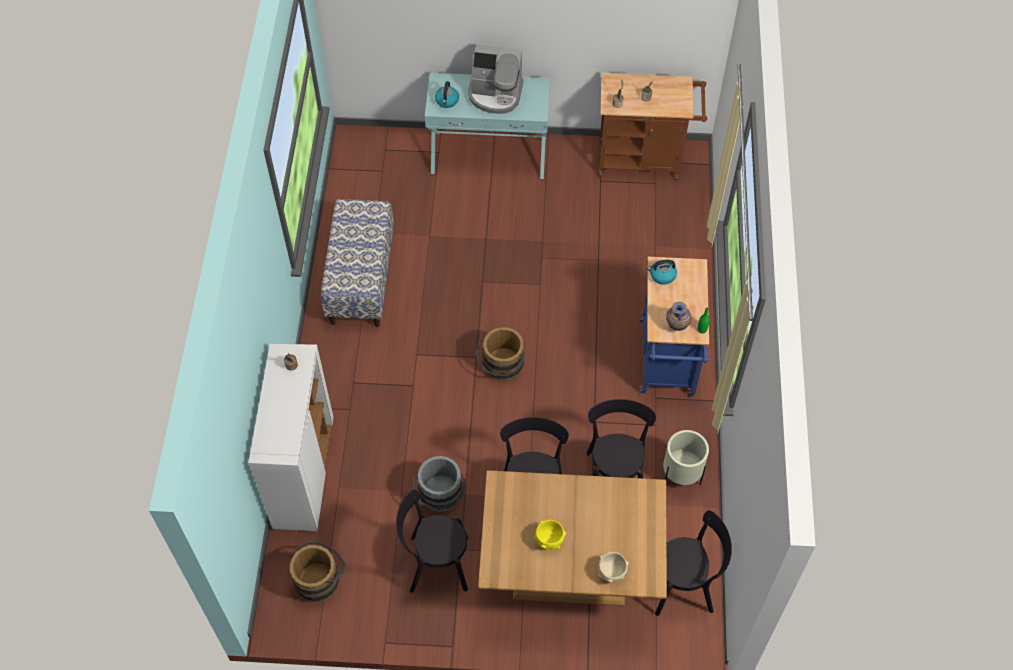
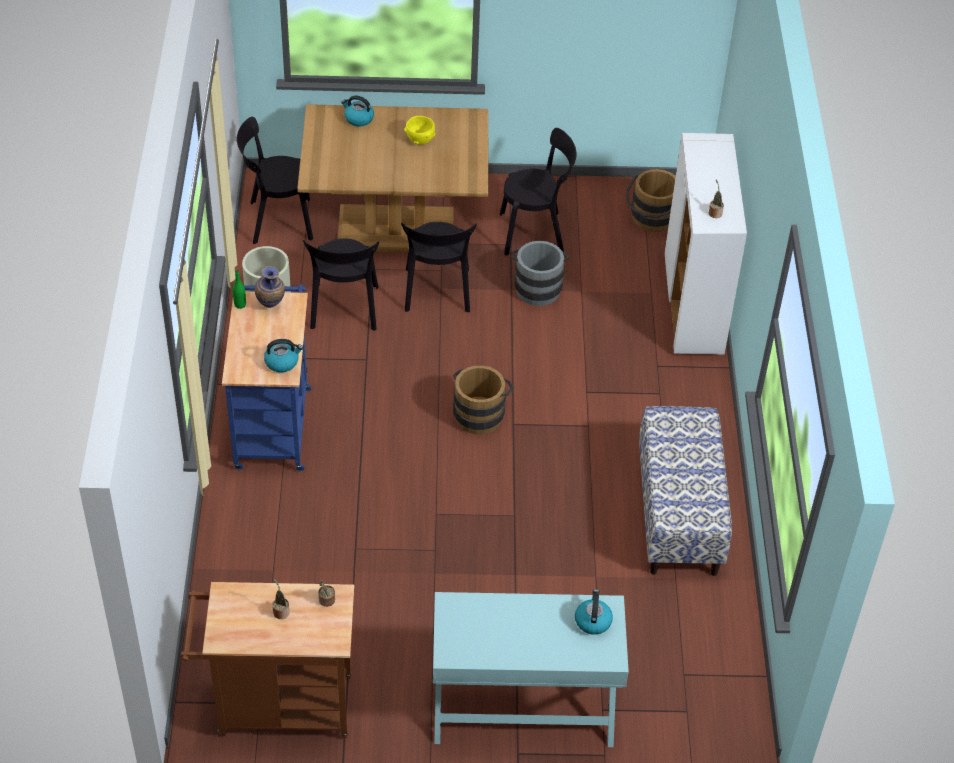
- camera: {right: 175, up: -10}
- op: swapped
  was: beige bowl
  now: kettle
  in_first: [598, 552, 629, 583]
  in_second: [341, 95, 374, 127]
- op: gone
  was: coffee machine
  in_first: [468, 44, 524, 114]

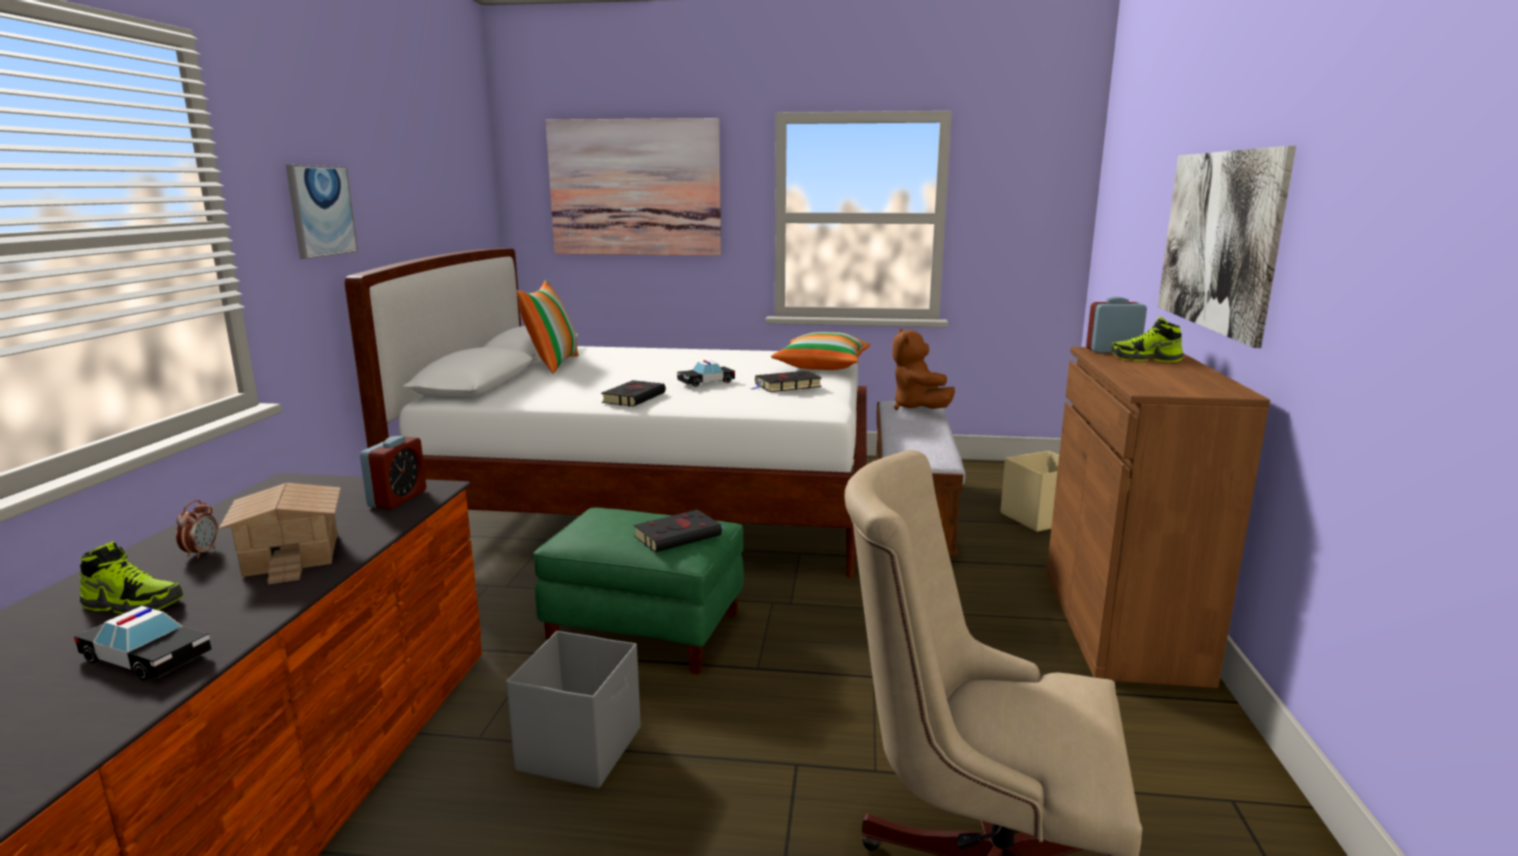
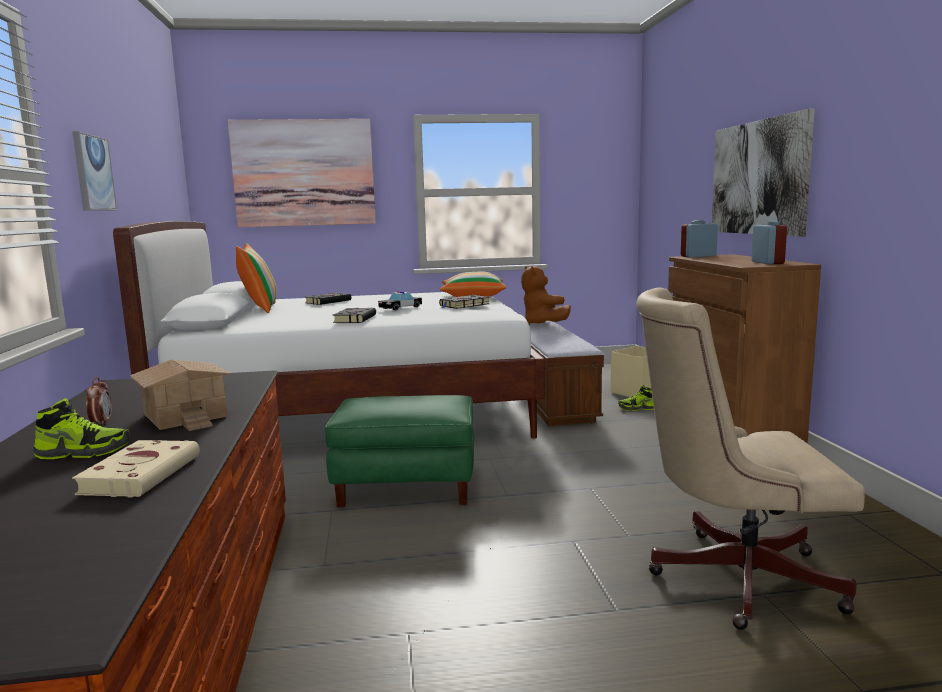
- camera: {right: -15, up: -5}
- op: swapped
  was: toy car
  now: beige book
  in_first: [74, 606, 212, 680]
  in_second: [72, 440, 200, 498]
- op: shifted
  was: black book
  in_first: [634, 510, 726, 552]
  in_second: [305, 293, 351, 305]
- op: shifted
  was: shoe
  in_first: [1110, 317, 1183, 362]
  in_second: [618, 385, 654, 411]
- op: shifted
  was: alarm clock
  in_first: [360, 436, 426, 509]
  in_second: [752, 221, 787, 265]
- op: gone
  was: grey storage box
  in_first: [506, 631, 641, 788]

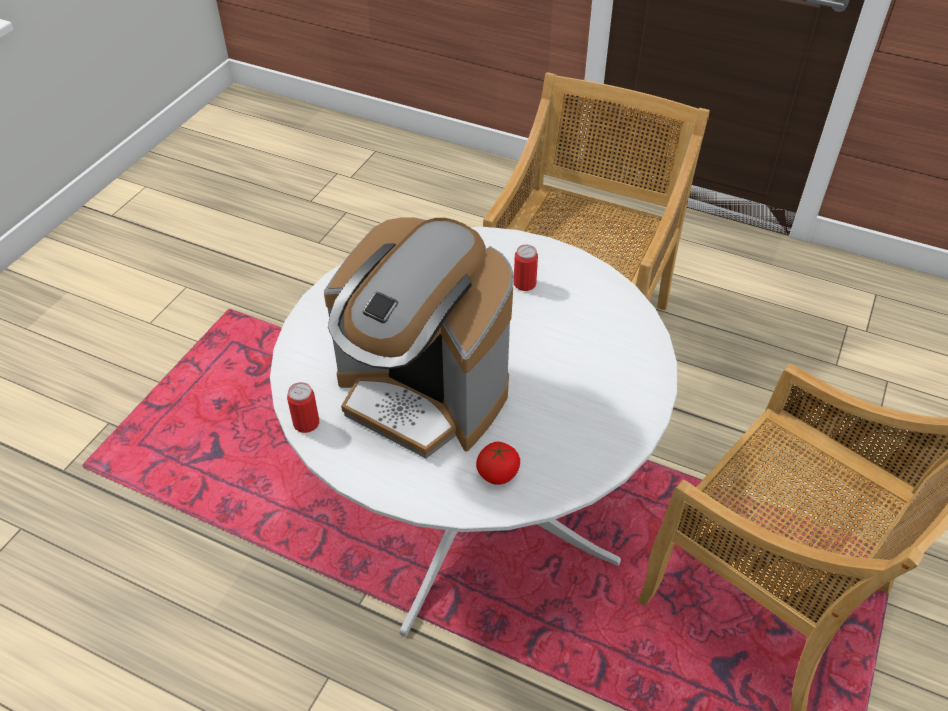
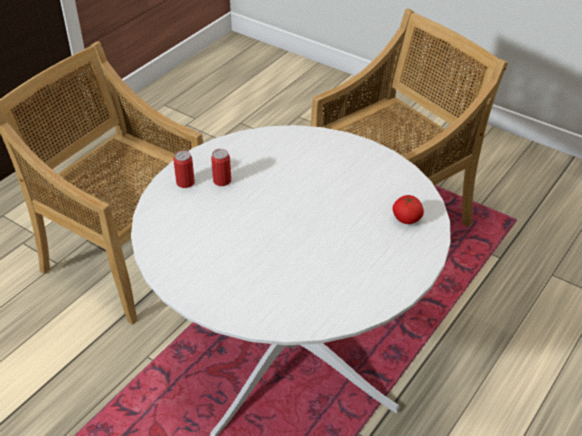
- camera: {right: -80, up: -5}
- op: shifted
  was: can
  in_first: [287, 382, 319, 433]
  in_second: [173, 150, 195, 188]
- op: gone
  was: coffee machine
  in_first: [324, 217, 514, 458]

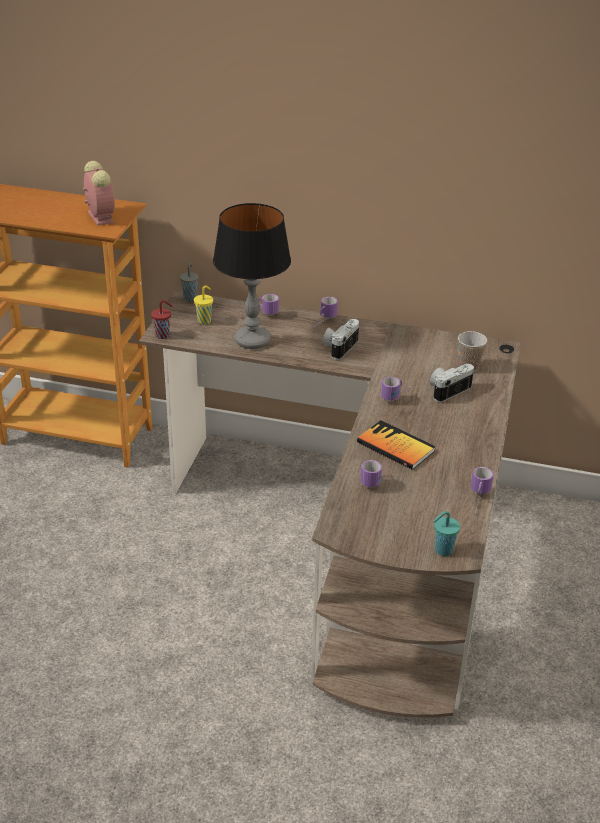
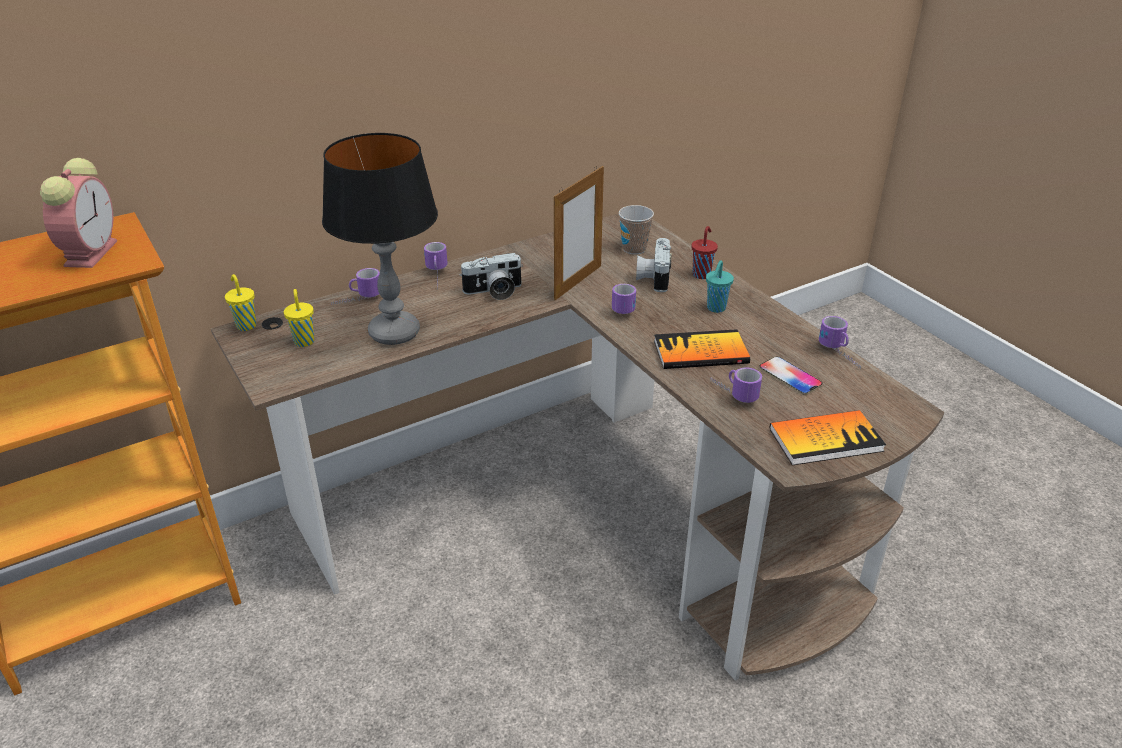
- camera: {right: -45, up: 0}
- op: rotated
  was: alarm clock
  in_first: [83, 161, 115, 226]
  in_second: [40, 158, 117, 268]
  clockwise: 75
- op: repainted
  was: grey cup
  now: yellow cup
  in_first: [180, 263, 199, 301]
  in_second: [225, 274, 256, 331]
- op: rotated
  was: photo camera
  in_first: [322, 319, 359, 360]
  in_second: [459, 253, 523, 300]
  clockwise: -90
- op: new
  now: picture frame
  in_second: [554, 166, 604, 300]
- op: shifted
  was: red cup
  in_first: [151, 300, 173, 339]
  in_second: [691, 226, 718, 279]
- op: shifted
  was: turquoise cup
  in_first: [433, 511, 460, 556]
  in_second: [706, 260, 734, 313]
- op: new
  now: phone
  in_second: [759, 357, 823, 395]
- op: new
  now: book
  in_second: [770, 410, 886, 465]

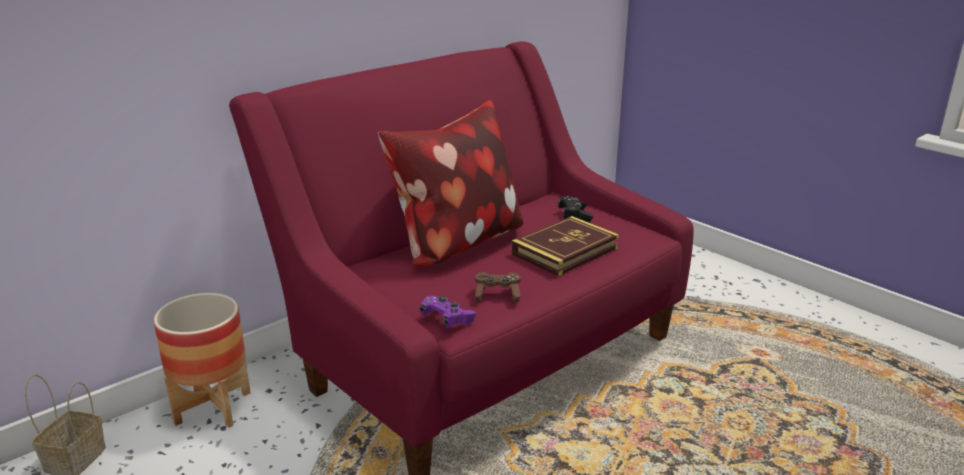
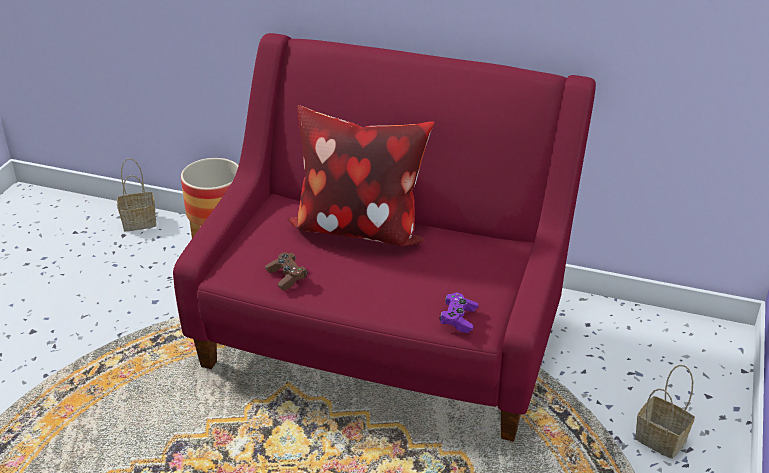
- camera: {right: 60, up: 10}
- op: shifted
  was: purple game controller
  in_first: [420, 296, 476, 328]
  in_second: [439, 293, 478, 333]
- op: new
  now: basket
  in_second: [635, 365, 695, 459]
- op: gone
  was: book
  in_first: [511, 216, 619, 276]
- op: gone
  was: black game controller
  in_first: [558, 196, 593, 223]

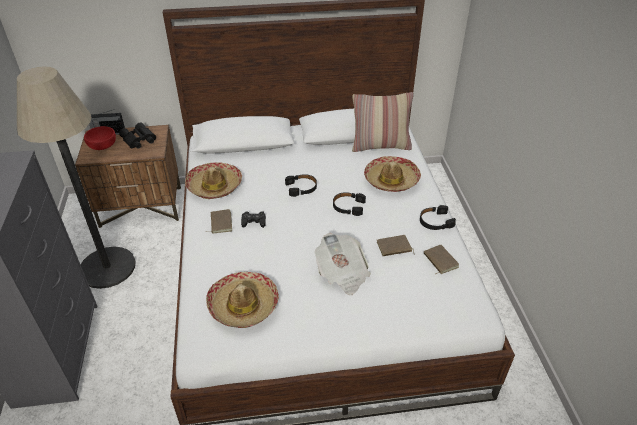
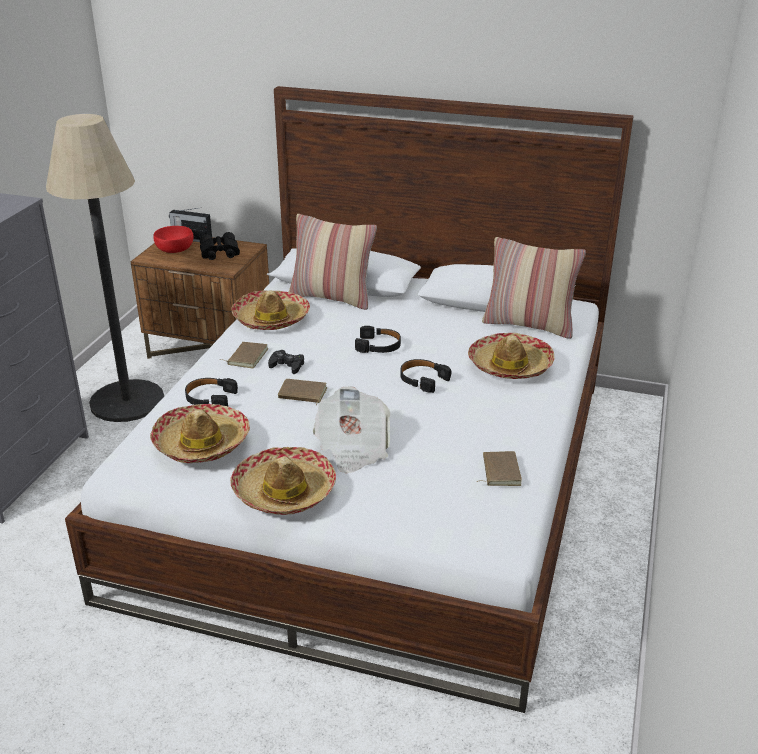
- camera: {right: 25, up: -10}
- op: shifted
  was: black headphones
  in_first: [420, 205, 456, 230]
  in_second: [185, 378, 238, 406]
- op: new
  now: hat
  in_second: [230, 447, 336, 515]
- op: shifted
  was: brown book
  in_first: [377, 235, 415, 256]
  in_second: [278, 379, 327, 405]
- op: new
  now: pillow
  in_second: [289, 214, 377, 310]

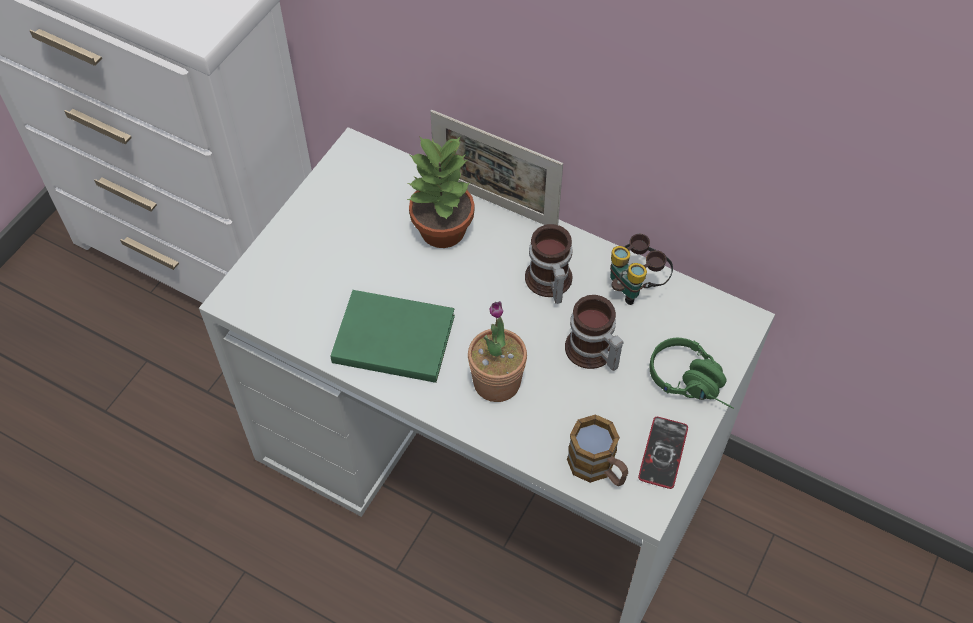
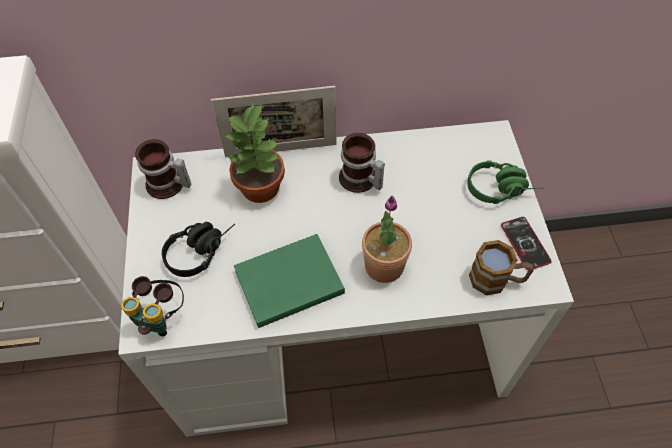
- camera: {right: -35, up: 0}
- op: shifted
  was: binoculars
  in_first: [610, 234, 673, 305]
  in_second: [121, 276, 184, 336]
- op: shifted
  was: mug
  in_first: [565, 295, 624, 371]
  in_second: [135, 139, 192, 199]
- op: new
  now: black headphones
  in_second: [162, 222, 235, 277]

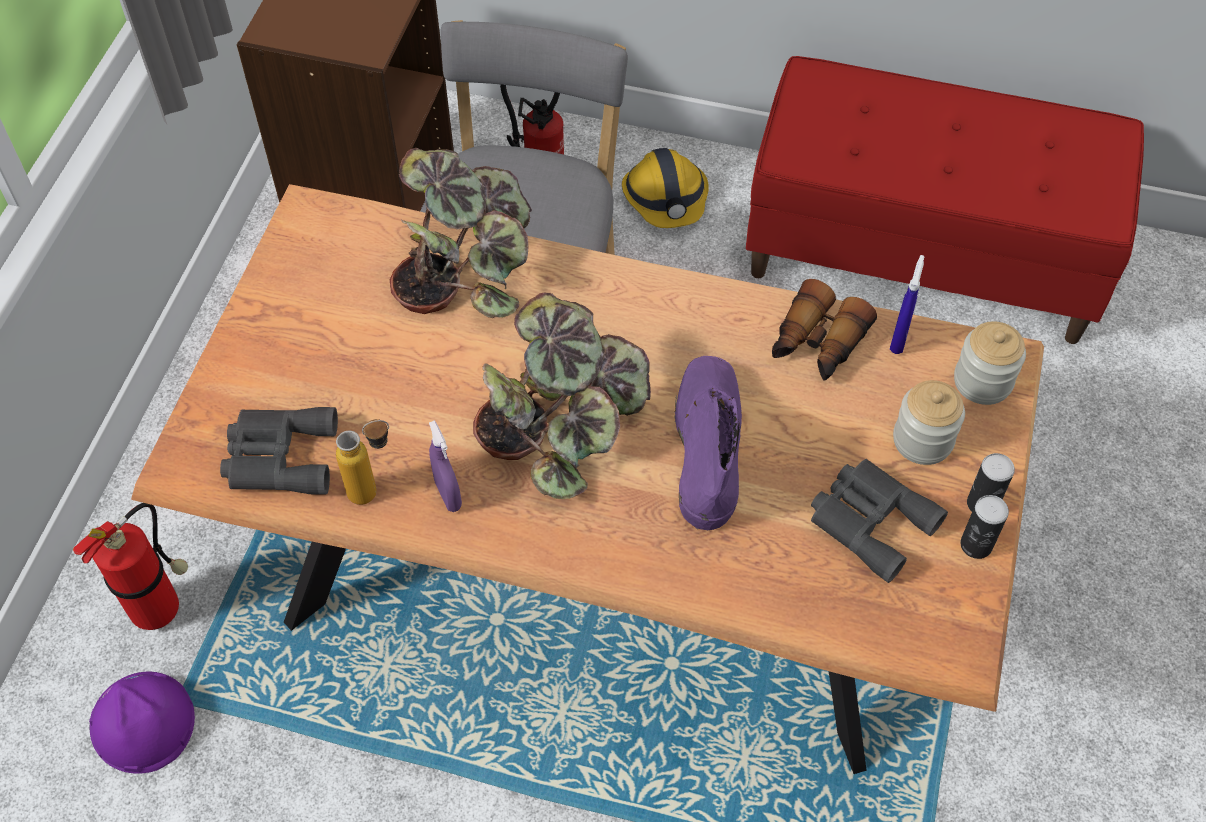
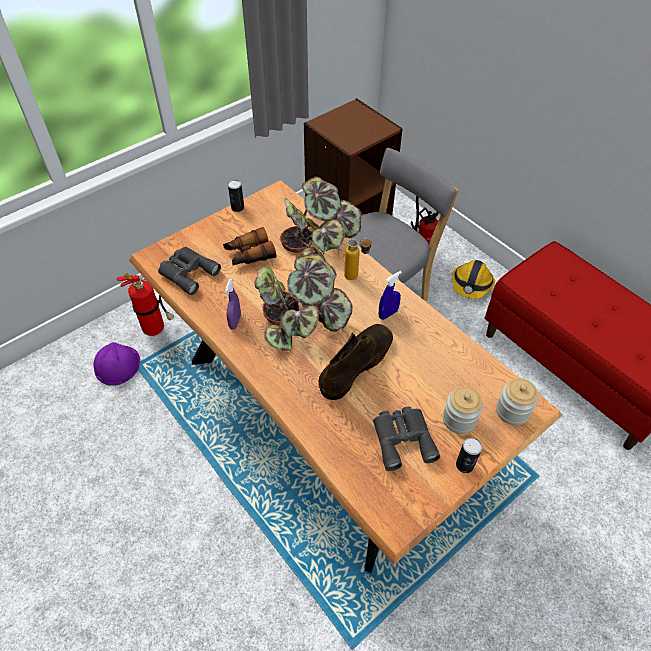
- camera: {right: 35, up: -5}
- op: shifted
  was: binoculars
  in_first: [772, 279, 877, 381]
  in_second: [223, 227, 276, 265]
- op: shifted
  was: can
  in_first: [960, 495, 1009, 559]
  in_second: [228, 180, 244, 212]
- op: repainted
  was: purple boot
  now: brown boot
  in_first: [674, 356, 742, 530]
  in_second: [319, 324, 393, 400]
- op: shifted
  was: bottle
  in_first: [336, 419, 389, 505]
  in_second: [344, 238, 372, 280]
- op: shifted
  was: blue spray bottle
  in_first: [890, 255, 925, 354]
  in_second: [379, 271, 402, 320]

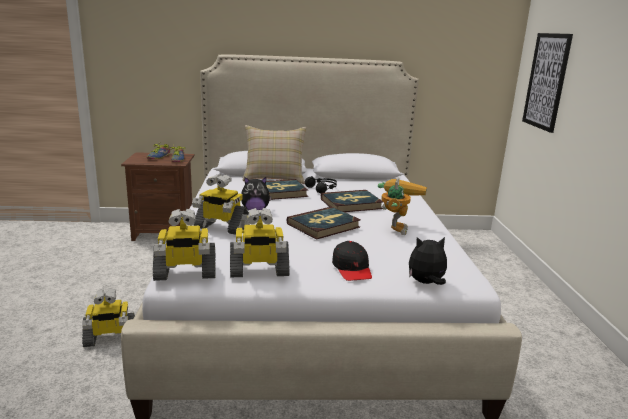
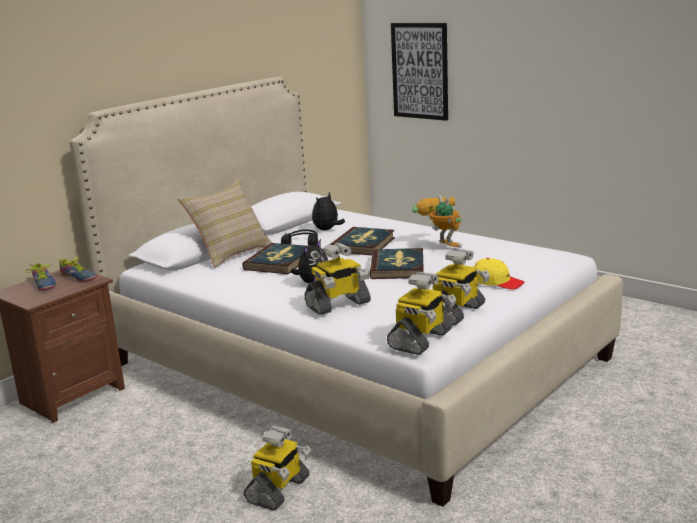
- camera: {right: -45, up: 0}
- op: shifted
  was: plush toy
  in_first: [409, 237, 447, 285]
  in_second: [312, 192, 345, 230]
- op: repainted
  was: black cap
  now: yellow cap
  in_first: [332, 241, 372, 281]
  in_second: [474, 258, 524, 290]

